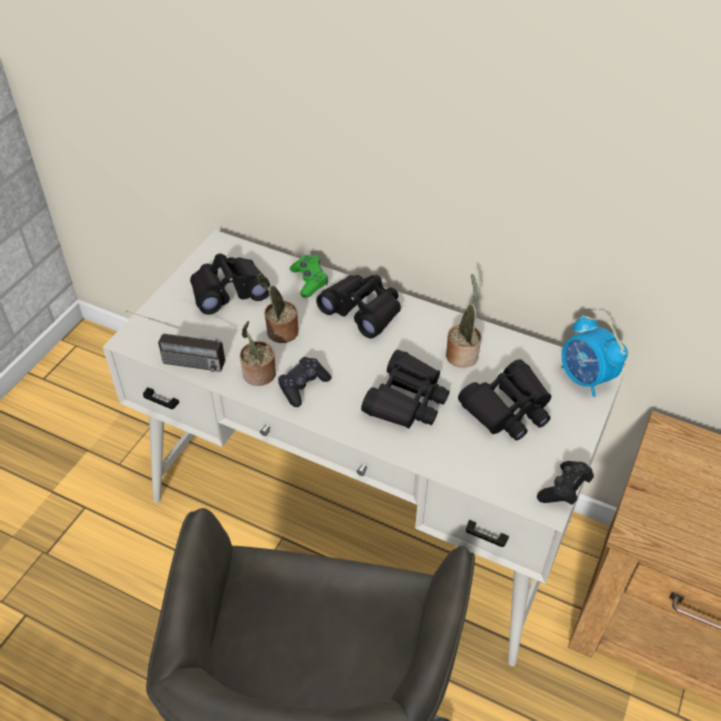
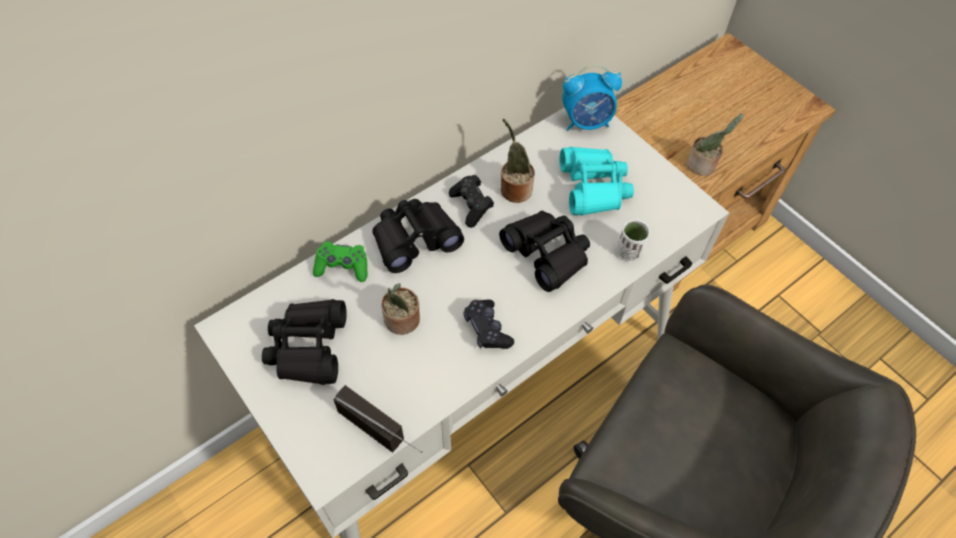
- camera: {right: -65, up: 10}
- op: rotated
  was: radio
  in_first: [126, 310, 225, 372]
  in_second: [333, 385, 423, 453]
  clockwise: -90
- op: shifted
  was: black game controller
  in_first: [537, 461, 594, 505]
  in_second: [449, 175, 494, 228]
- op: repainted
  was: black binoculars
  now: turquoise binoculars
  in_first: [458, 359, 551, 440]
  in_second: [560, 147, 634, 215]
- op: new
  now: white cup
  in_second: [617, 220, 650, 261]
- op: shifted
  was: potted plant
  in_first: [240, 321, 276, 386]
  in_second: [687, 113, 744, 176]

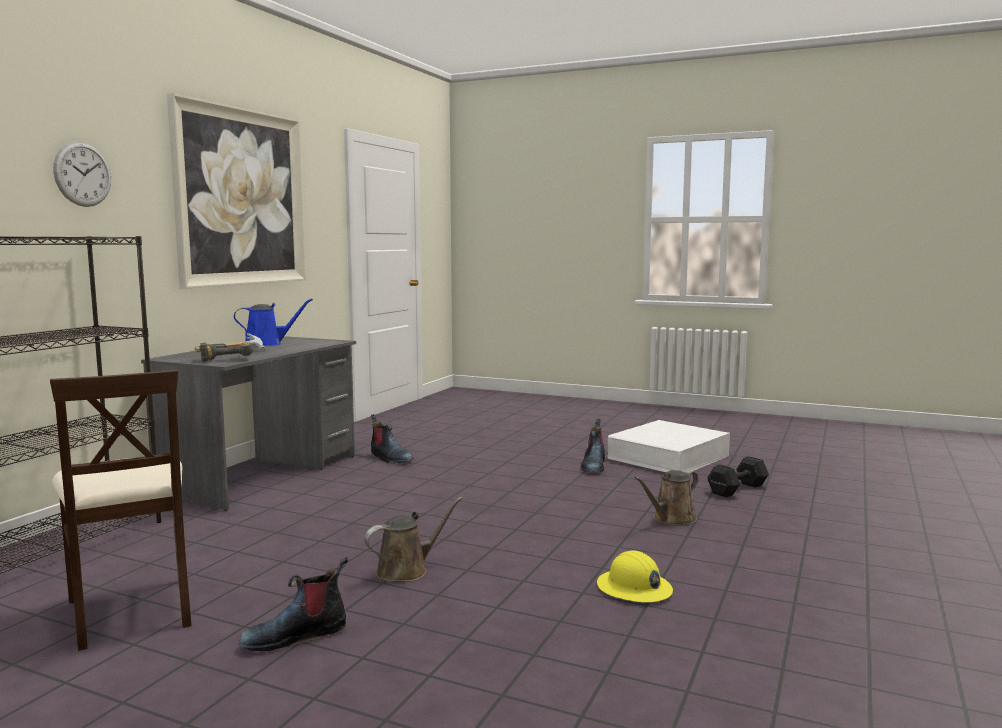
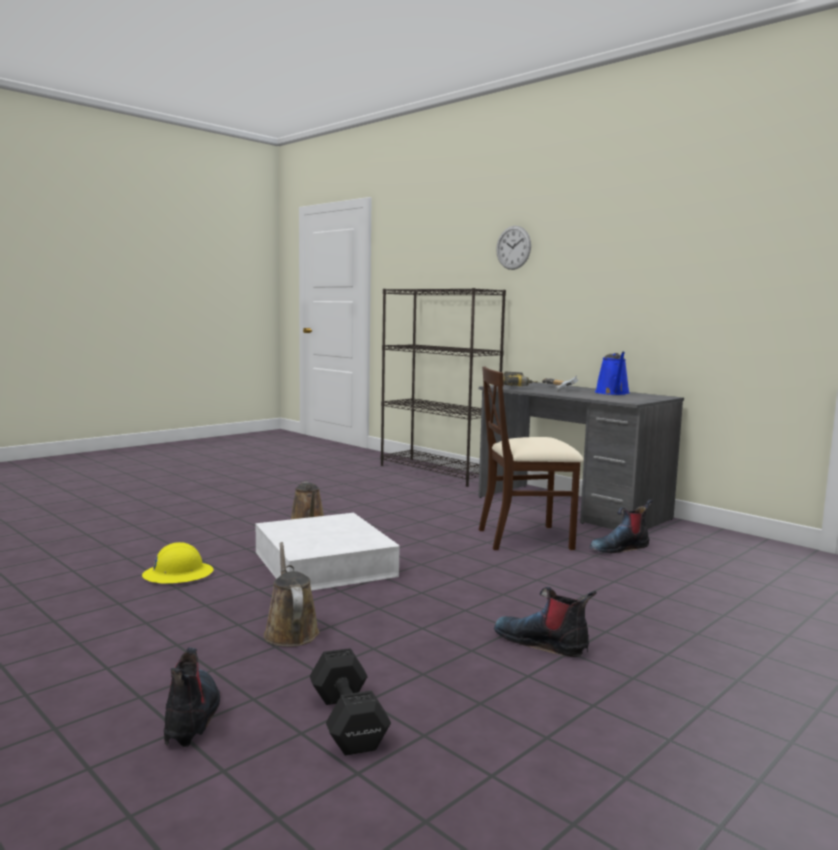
- camera: {right: 110, up: 0}
- op: shifted
  was: boot
  in_first: [239, 557, 348, 651]
  in_second: [164, 647, 220, 747]
- op: shifted
  was: white storage box
  in_first: [608, 420, 730, 472]
  in_second: [255, 513, 400, 591]
- op: shifted
  was: beige chair
  in_first: [50, 370, 192, 651]
  in_second: [479, 367, 583, 550]
- op: gone
  was: picture
  in_first: [167, 93, 306, 289]

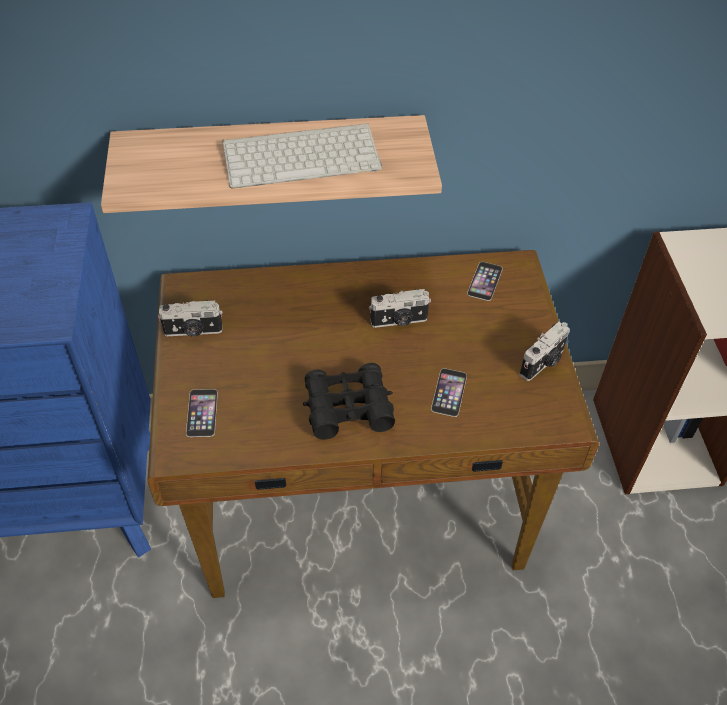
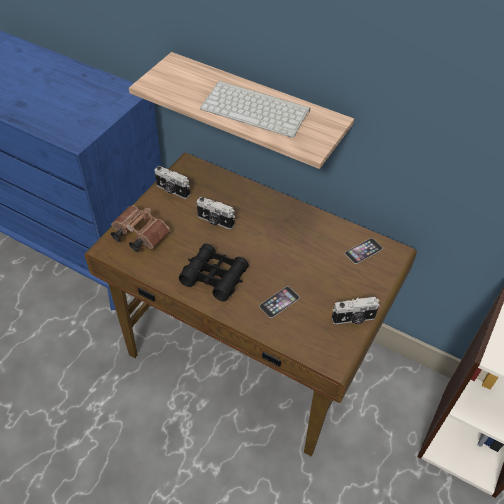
- camera: {right: 35, up: 0}
- op: swapped
  was: phone
  now: brown binoculars
  in_first: [186, 389, 218, 437]
  in_second: [111, 205, 170, 252]
- op: shifted
  was: photo camera
  in_first: [369, 289, 431, 328]
  in_second: [197, 197, 235, 229]

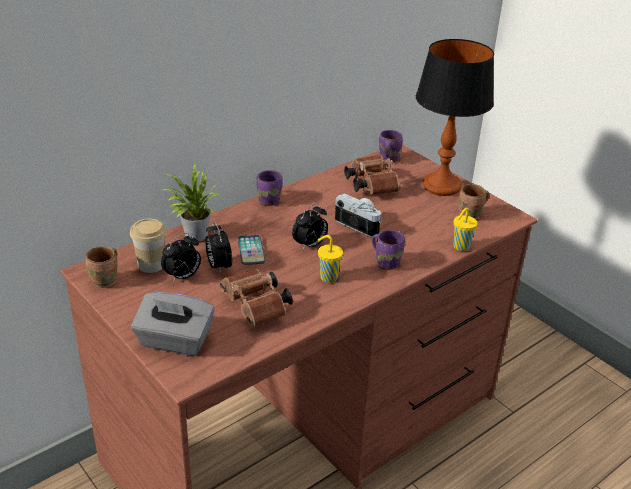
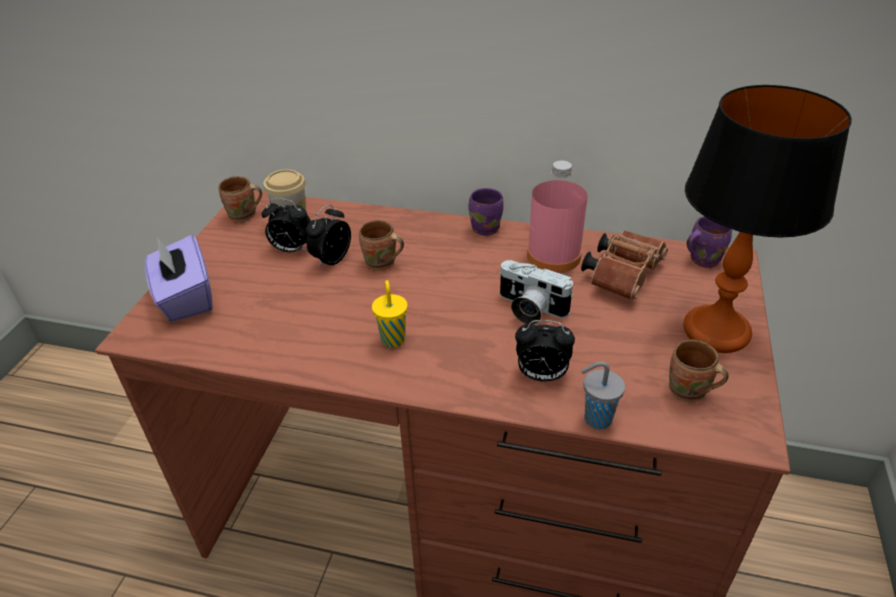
- camera: {right: 55, up: 5}
- op: repainted
  was: grey tissue box
  now: purple tissue box
  in_first: [131, 292, 215, 356]
  in_second: [145, 235, 213, 322]
- op: swapped
  was: phone
  now: brown mug
  in_first: [238, 235, 266, 265]
  in_second: [359, 220, 404, 271]
- op: rotated
  was: photo camera
  in_first: [335, 193, 381, 237]
  in_second: [499, 260, 574, 325]
  clockwise: 120
- op: shifted
  was: alarm clock
  in_first: [292, 203, 328, 251]
  in_second: [515, 320, 575, 382]
- op: new
  now: pink bottle
  in_second: [527, 160, 588, 273]
- op: repainted
  was: yellow cup
  now: grey cup
  in_first: [453, 208, 478, 251]
  in_second: [581, 361, 625, 430]
- op: gone
  was: potted plant
  in_first: [163, 163, 220, 241]
- op: gone
  was: brown binoculars
  in_first: [220, 269, 293, 328]
- op: gone
  was: purple mug
  in_first: [372, 230, 405, 270]

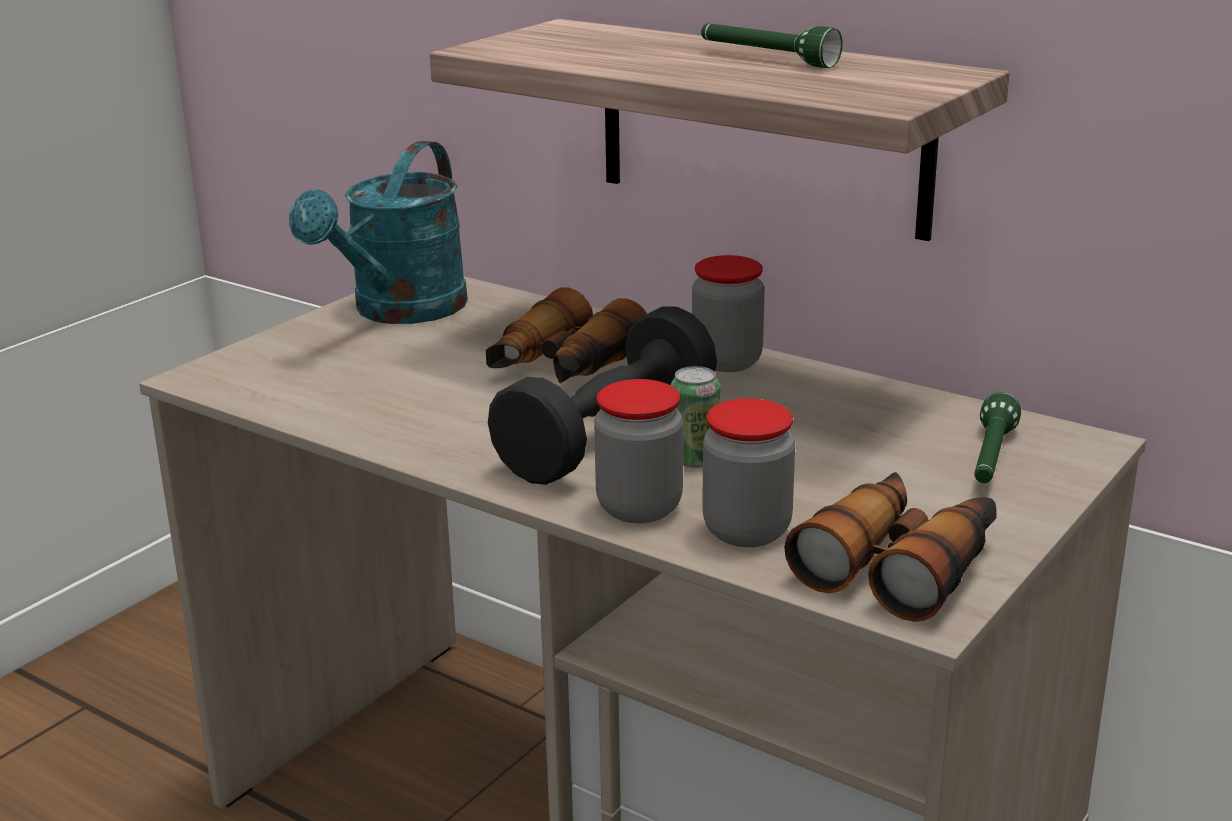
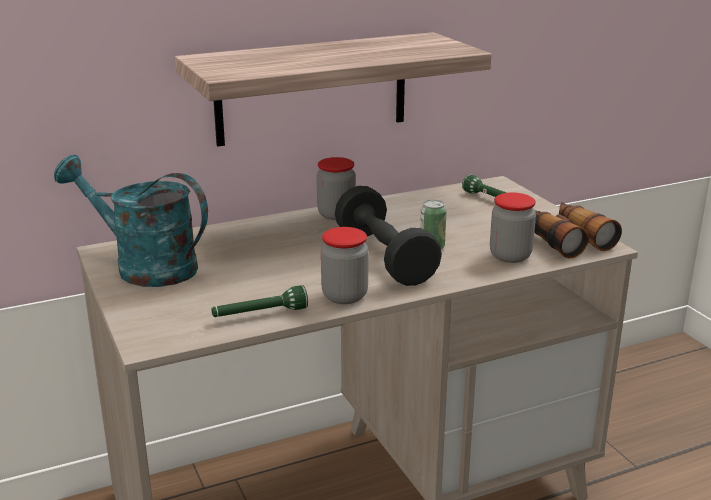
- camera: {right: -60, up: 0}
- op: rotated
  was: turquoise watering can
  in_first: [289, 141, 468, 324]
  in_second: [54, 155, 208, 287]
  clockwise: 150
- op: shifted
  was: green flashlight
  in_first: [701, 23, 843, 68]
  in_second: [212, 285, 308, 317]
- op: shifted
  was: jar
  in_first: [594, 379, 683, 523]
  in_second: [321, 227, 369, 304]
- op: gone
  was: binoculars
  in_first: [486, 287, 647, 383]

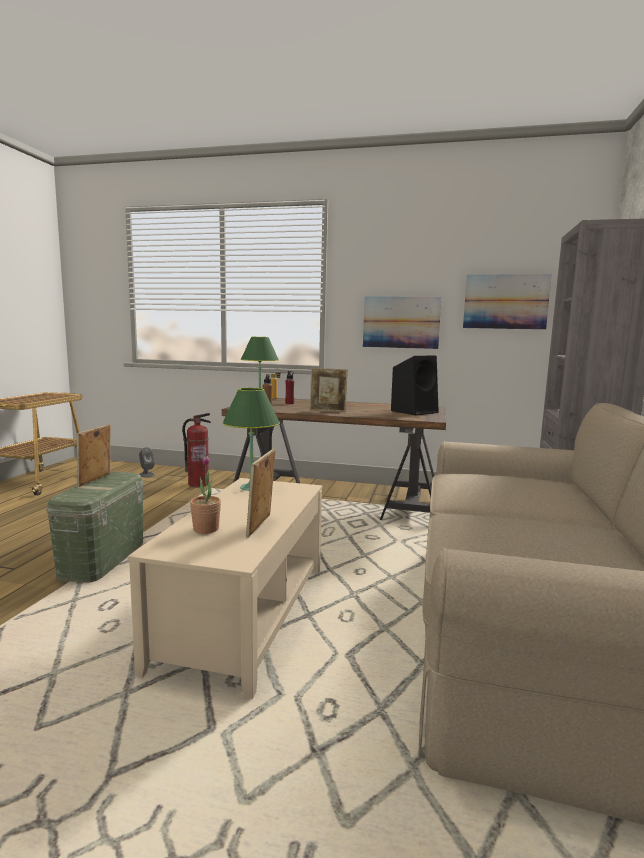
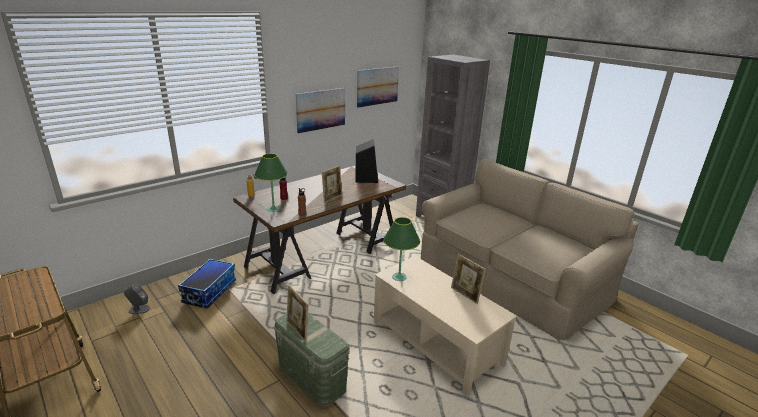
- camera: {right: -55, up: 15}
- op: swapped
  was: fire extinguisher
  now: storage box
  in_first: [182, 413, 211, 487]
  in_second: [178, 259, 236, 309]
- op: gone
  was: potted plant
  in_first: [190, 456, 221, 534]

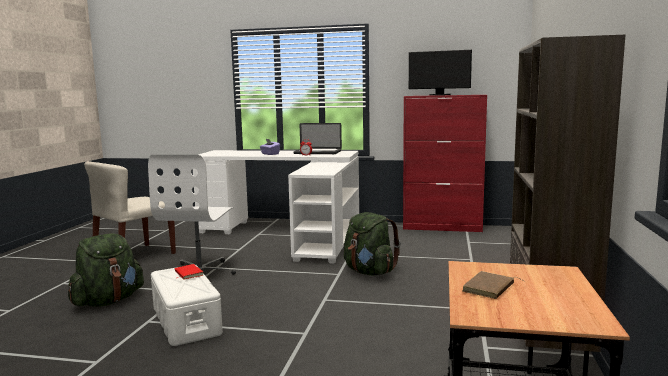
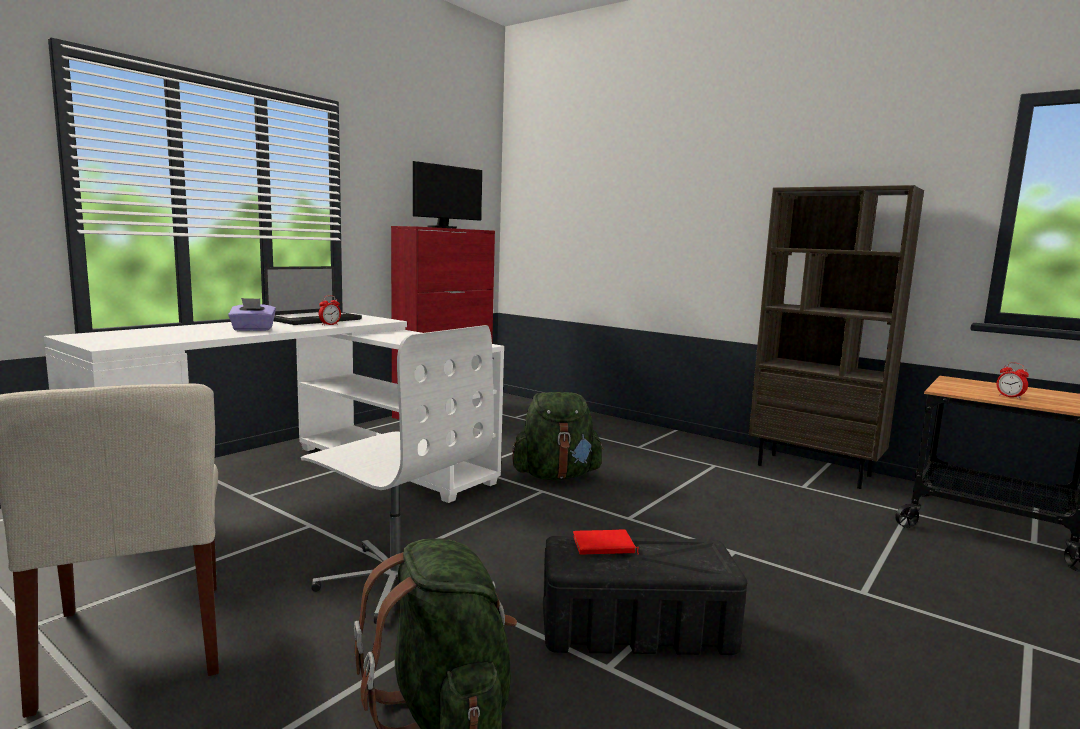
- camera: {right: -65, up: 0}
- op: repainted
  was: white storage box
  now: black storage box
  in_first: [151, 265, 223, 346]
  in_second: [543, 536, 747, 655]
- op: swapped
  was: brown book
  now: alarm clock
  in_first: [462, 271, 525, 299]
  in_second: [996, 362, 1029, 399]

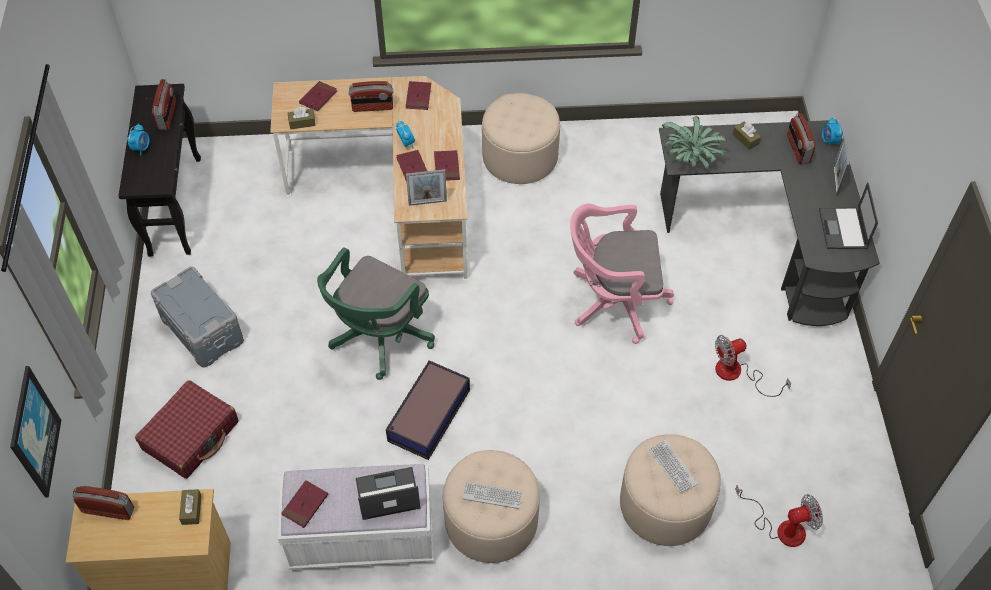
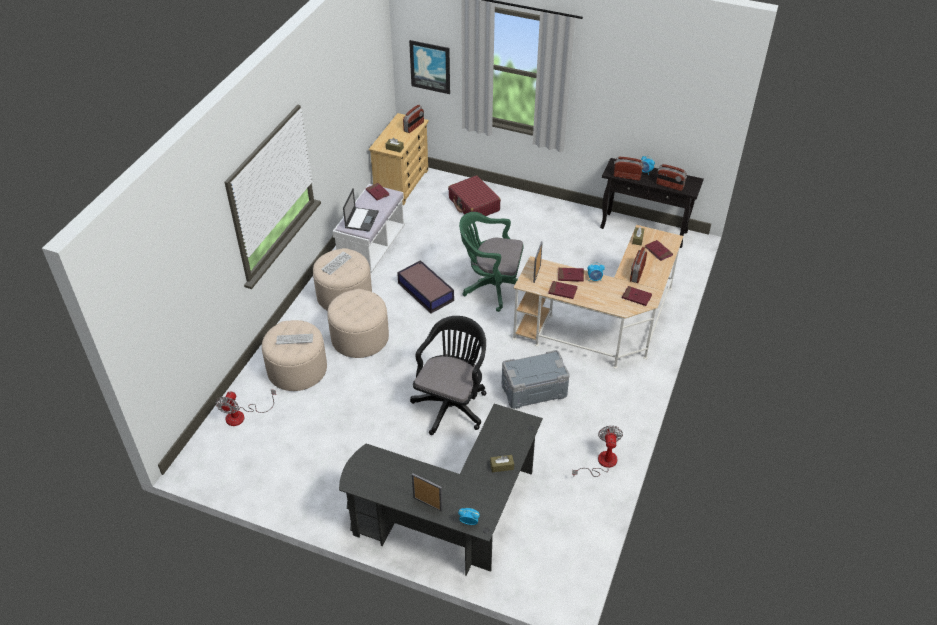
- camera: {right: 115, up: -10}
- op: shifted
  was: beige ottoman
  in_first: [482, 93, 560, 184]
  in_second: [327, 289, 389, 358]
- op: repainted
  was: pink office chair
  now: black office chair
  in_first: [570, 204, 674, 344]
  in_second: [410, 316, 486, 435]
- op: rotated
  was: green office chair
  in_first: [317, 247, 435, 380]
  in_second: [459, 212, 524, 312]
  clockwise: -45
- op: shifted
  was: grey storage box
  in_first: [151, 267, 244, 368]
  in_second: [502, 350, 570, 409]
- op: shifted
  was: fan
  in_first: [715, 335, 791, 397]
  in_second: [572, 425, 623, 477]
- op: shifted
  was: radio
  in_first: [787, 113, 816, 164]
  in_second: [614, 157, 644, 181]
- op: gone
  was: potted plant
  in_first: [662, 116, 727, 170]
- op: gone
  was: laptop
  in_first: [819, 182, 878, 249]

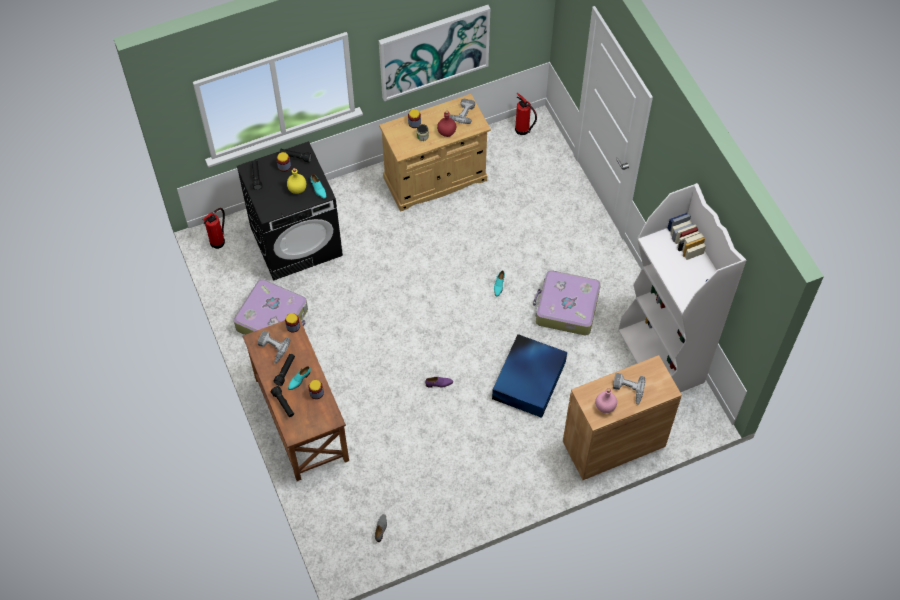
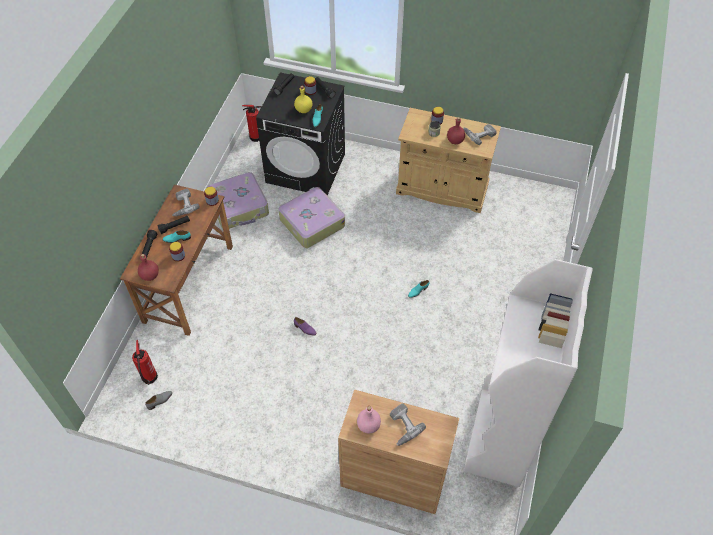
- camera: {right: 40, up: -5}
- op: shifted
  was: fire extinguisher
  in_first: [515, 93, 537, 135]
  in_second: [132, 340, 158, 385]
- op: new
  now: red bottle
  in_second: [138, 254, 159, 281]
- op: shifted
  was: suitcase
  in_first: [533, 270, 601, 335]
  in_second: [278, 187, 345, 248]
- op: gone
  was: picture
  in_first: [379, 5, 490, 101]
- op: gone
  was: blue storage box
  in_first: [492, 334, 567, 418]

